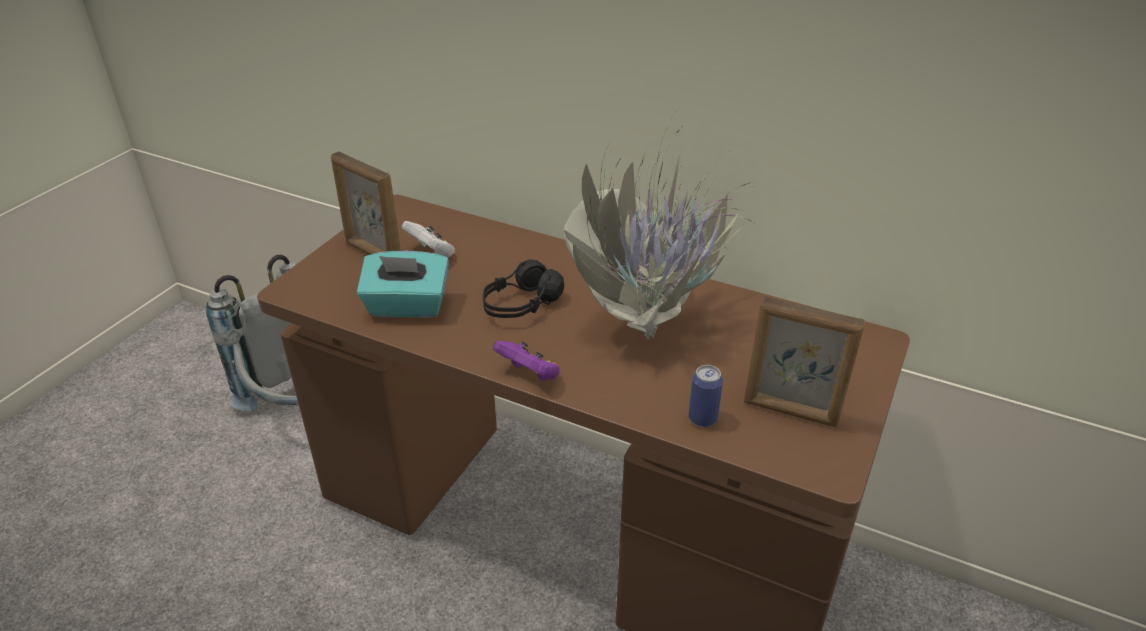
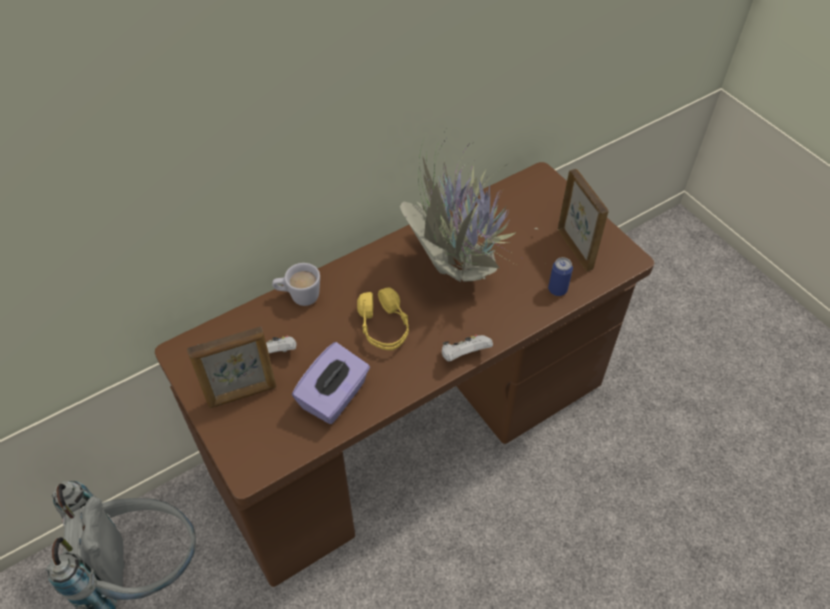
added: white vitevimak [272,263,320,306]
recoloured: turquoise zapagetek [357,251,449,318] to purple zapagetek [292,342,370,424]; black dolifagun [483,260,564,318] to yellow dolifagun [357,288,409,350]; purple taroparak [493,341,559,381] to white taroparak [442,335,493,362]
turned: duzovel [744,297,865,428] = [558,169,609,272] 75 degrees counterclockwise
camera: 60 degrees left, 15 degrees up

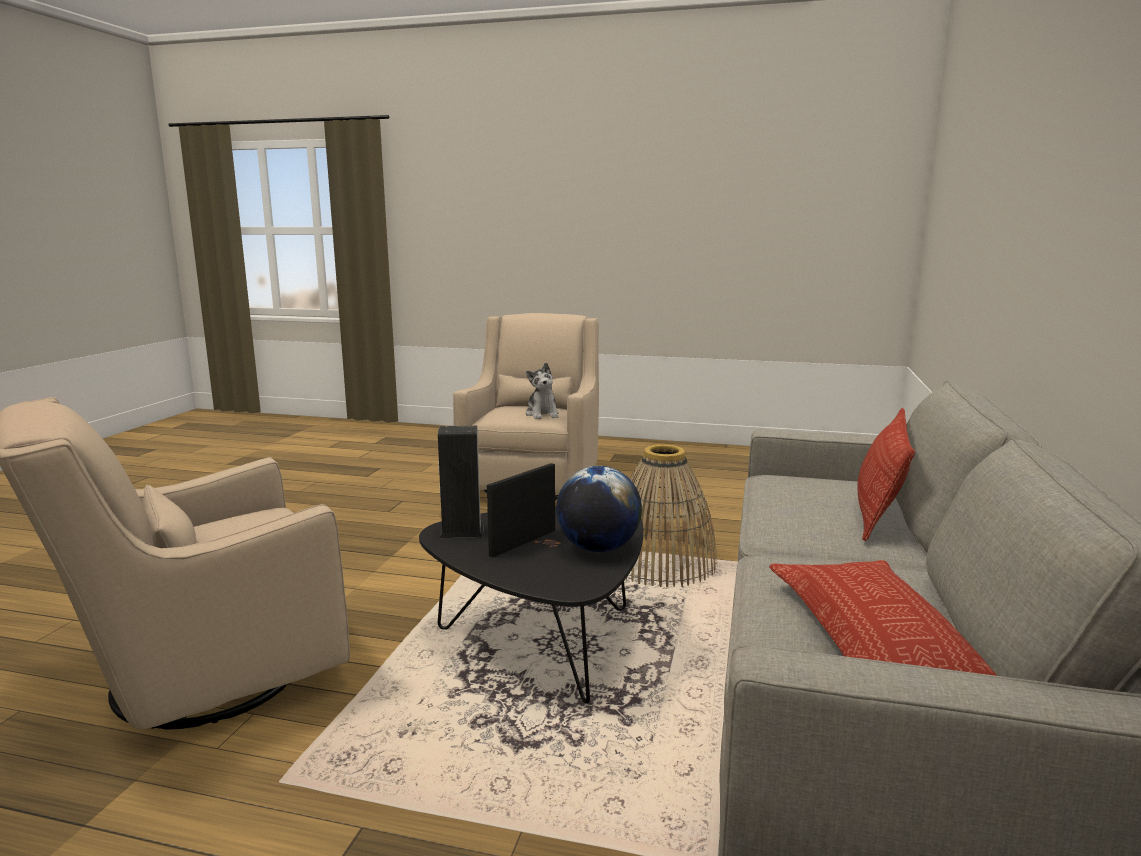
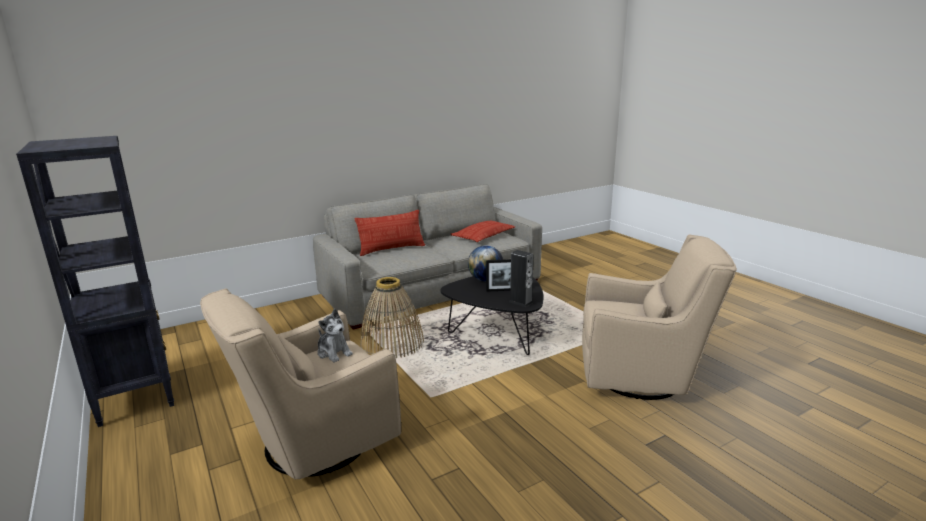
added: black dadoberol [16,136,174,427]
turned: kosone [526,363,559,419] = [318,309,353,363] 105 degrees clockwise
camera: 135 degrees left, 5 degrees up

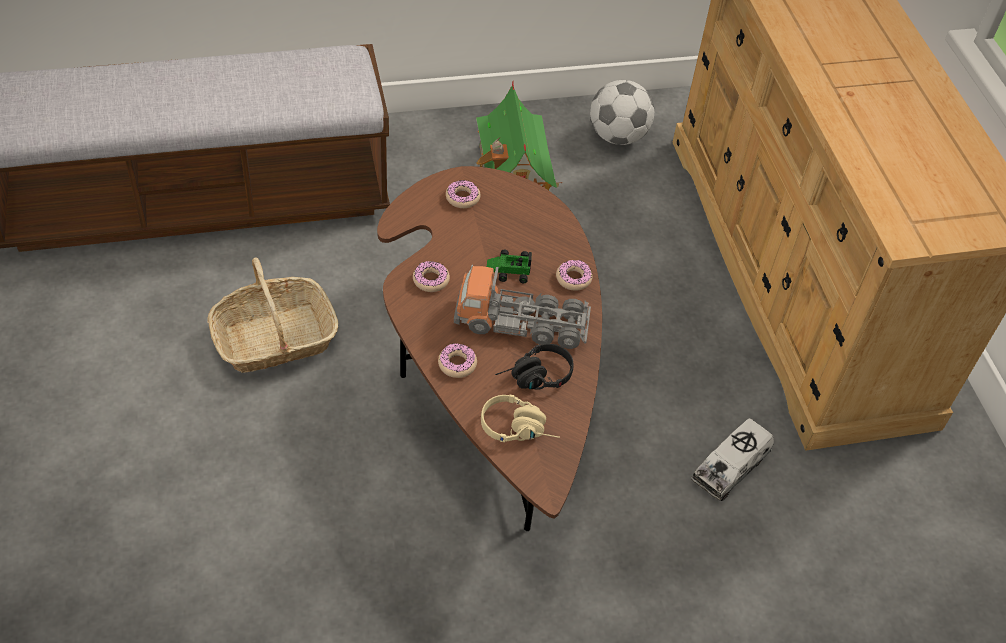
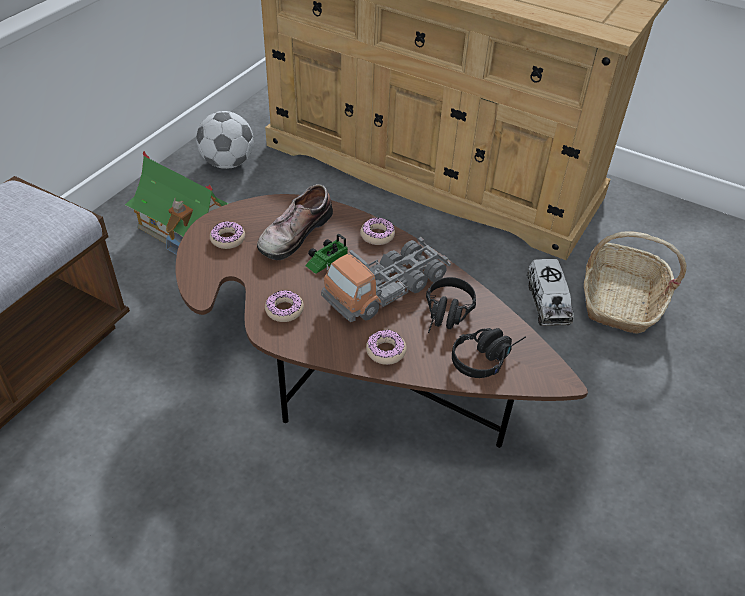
added: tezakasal [257,184,333,260]
moved: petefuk [207,258,338,373] to [584,231,687,333]
recoloured: beige dolifagun [481,395,560,442] to black dolifagun [452,328,526,378]
camera: 45 degrees left, 5 degrees down

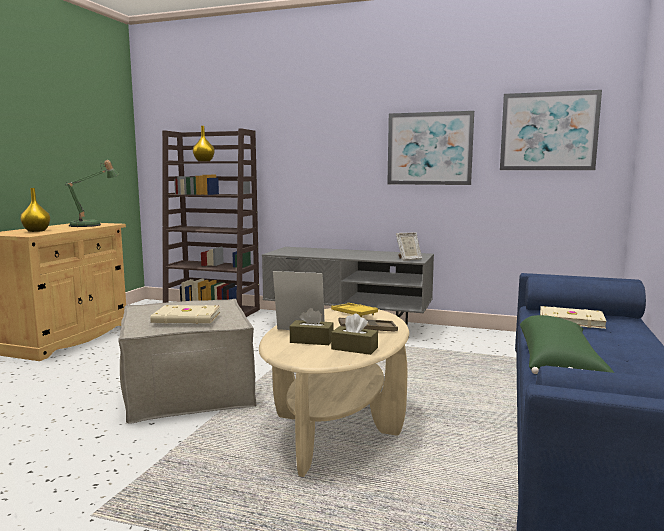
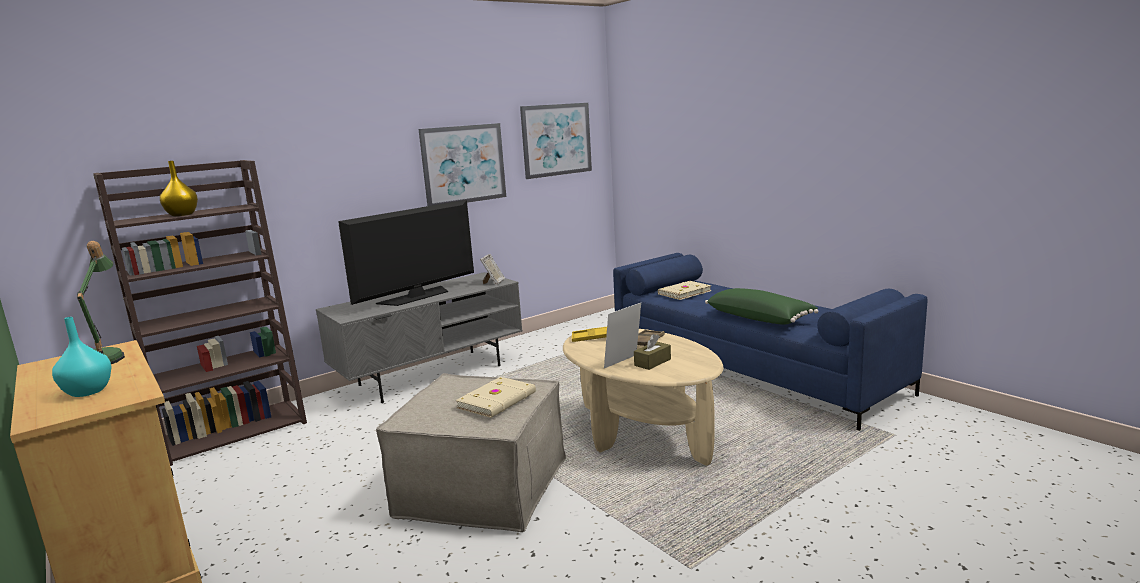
removed: brown zapagetek [331,313,378,355]
added: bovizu [338,200,474,306]
recoloured: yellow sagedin [20,188,50,232] to turquoise sagedin [52,317,112,397]
camera: 55 degrees left, 5 degrees up

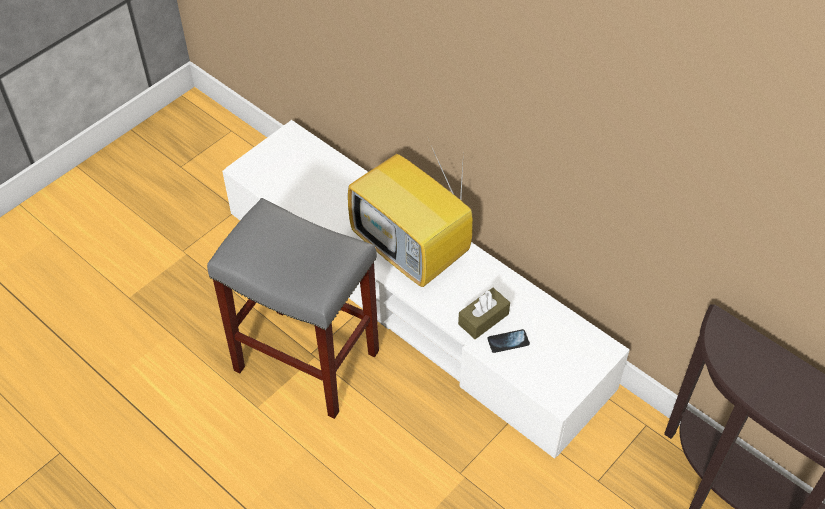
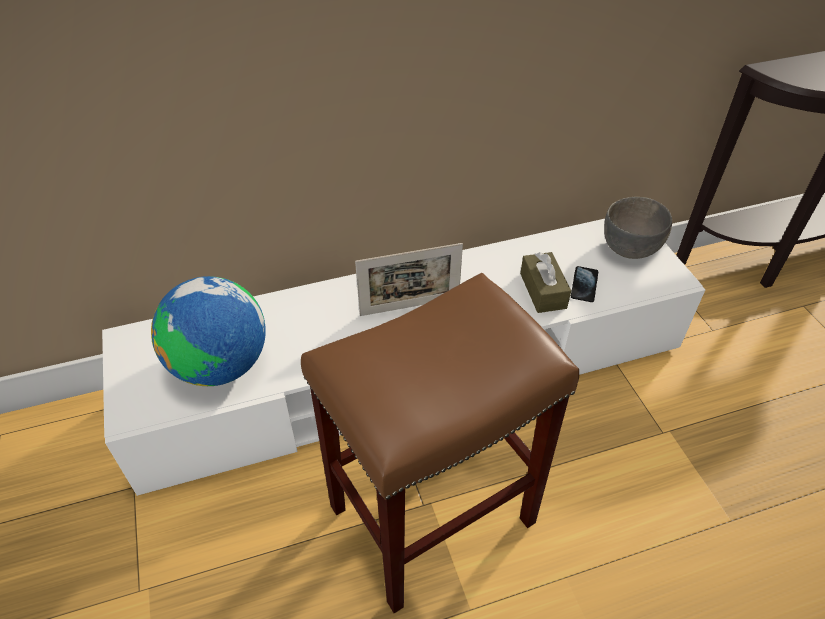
added: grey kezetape [604,197,672,259]; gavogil [151,276,266,386]
replaced: bovizu [348,137,473,287] to duzovel [355,243,463,316]
recoloured: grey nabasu [207,198,379,419] to brown nabasu [301,273,579,613]
camera: 60 degrees left, 5 degrees down

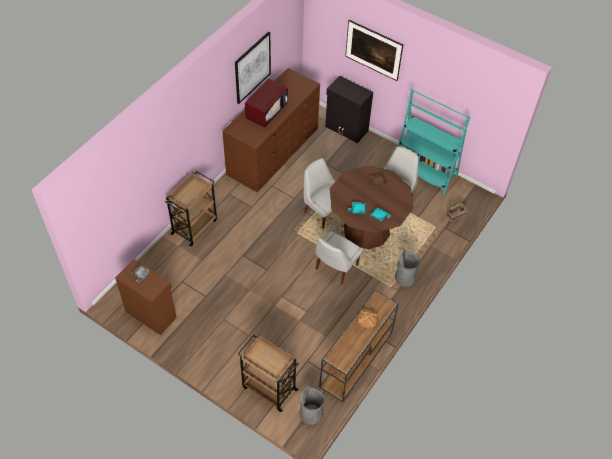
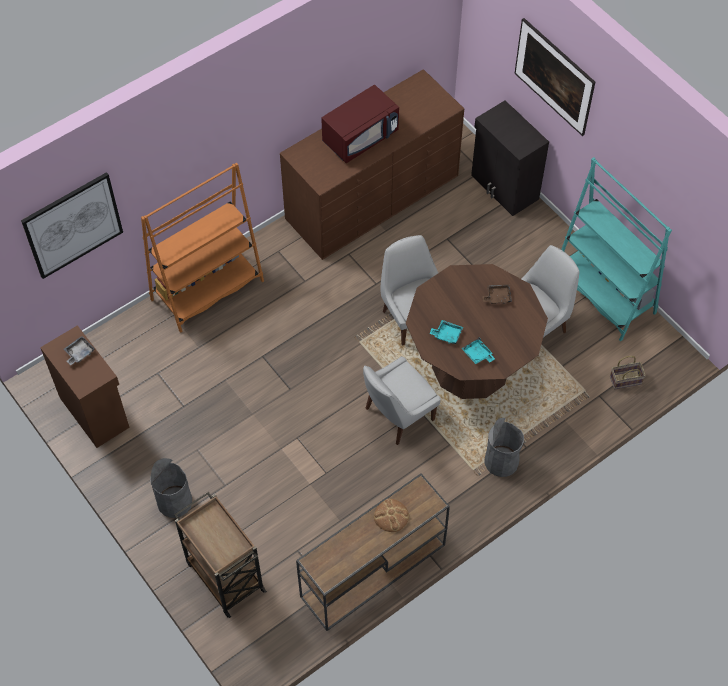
moved: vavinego [235,31,271,104] to [21,172,123,279]; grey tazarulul [300,385,324,425] to [150,458,192,518]
replaced: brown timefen [165,171,217,246] to orange dadoberol [141,163,264,333]
camera: 20 degrees right, 5 degrees up

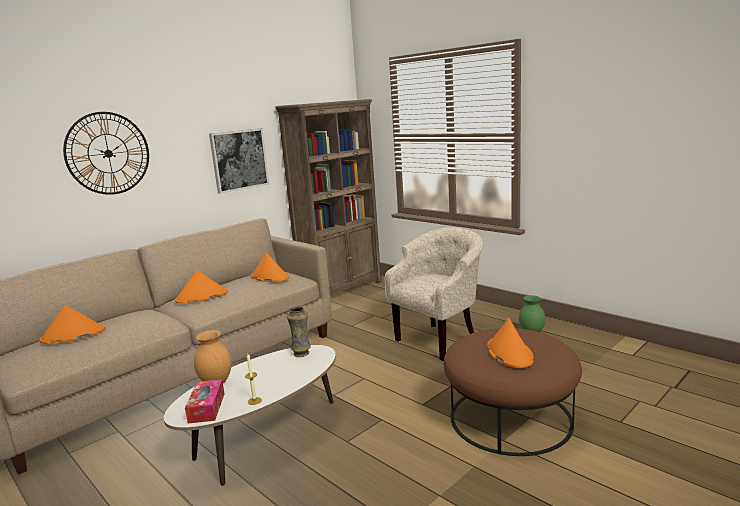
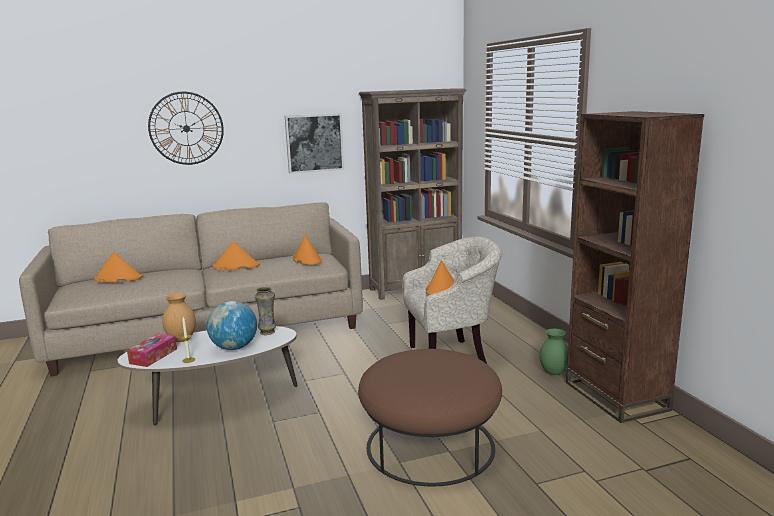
added: brown dadoberol [566,111,704,423]; gavogil [207,301,257,350]
moved: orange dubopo [487,318,534,368] to [426,260,455,295]
camera: 25 degrees right, 0 degrees up

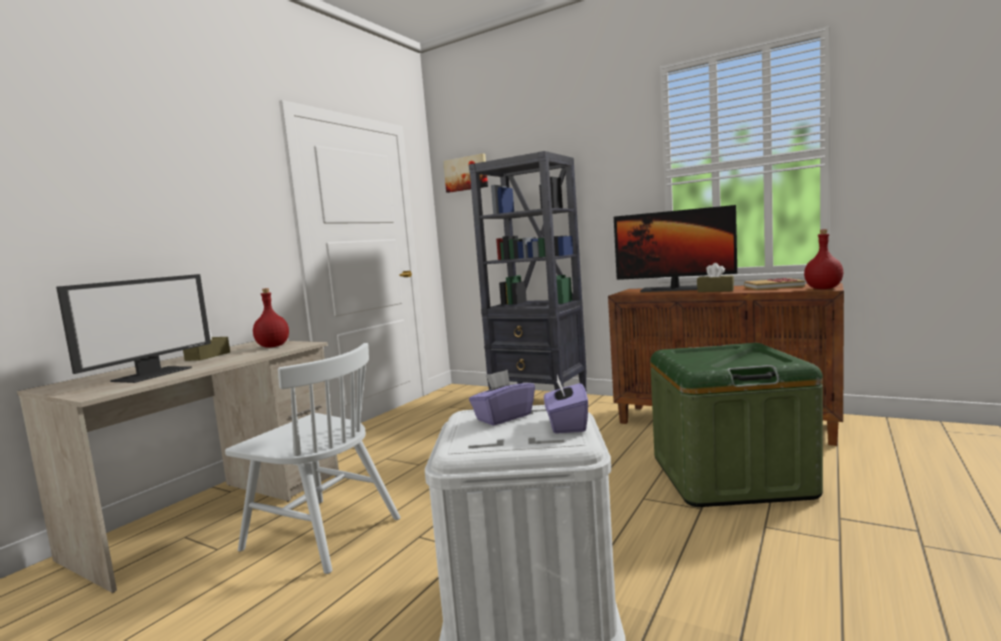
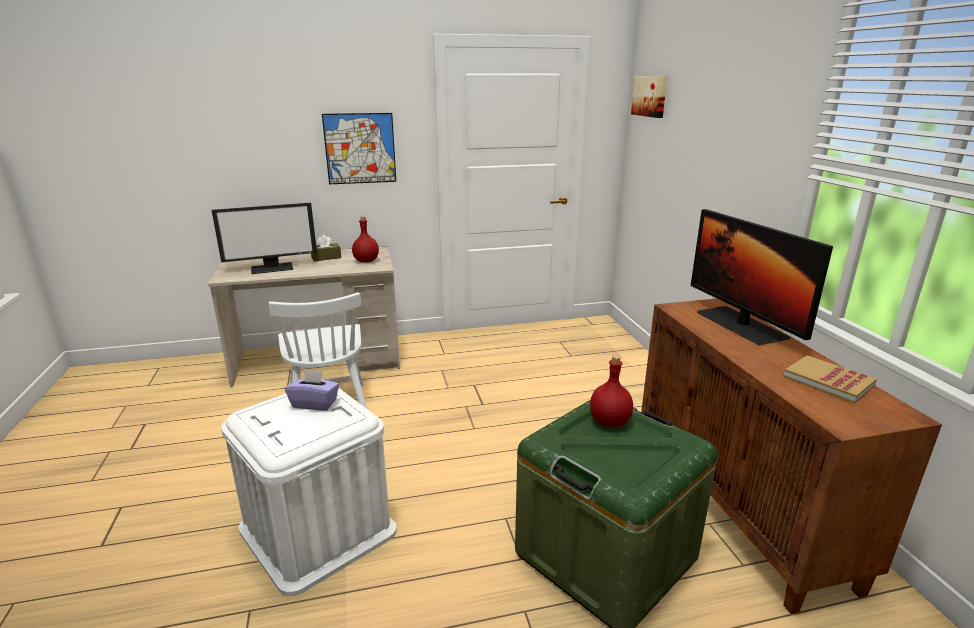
removed: black dadoberol [469,151,587,391]; brown zapagetek [697,263,734,292]; purple zapagetek [544,375,588,434]
added: vavinego [322,113,396,184]
moved: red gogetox [804,229,843,289] to [590,355,633,427]
camera: 45 degrees right, 15 degrees up

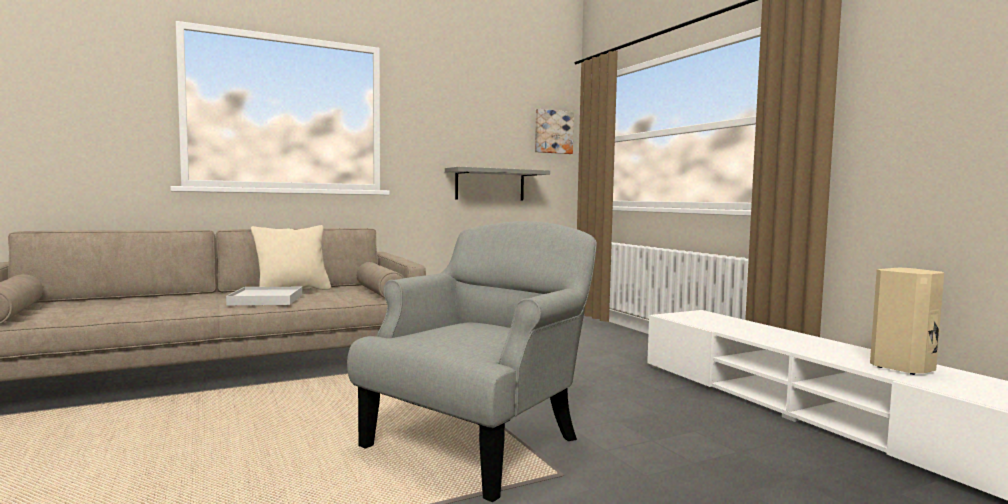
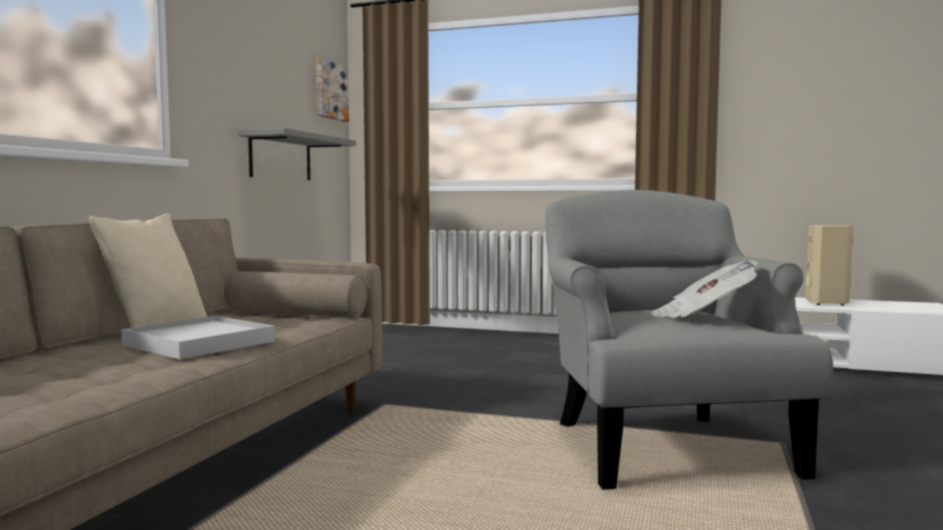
added: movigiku [651,261,759,318]
camera: 45 degrees left, 0 degrees up

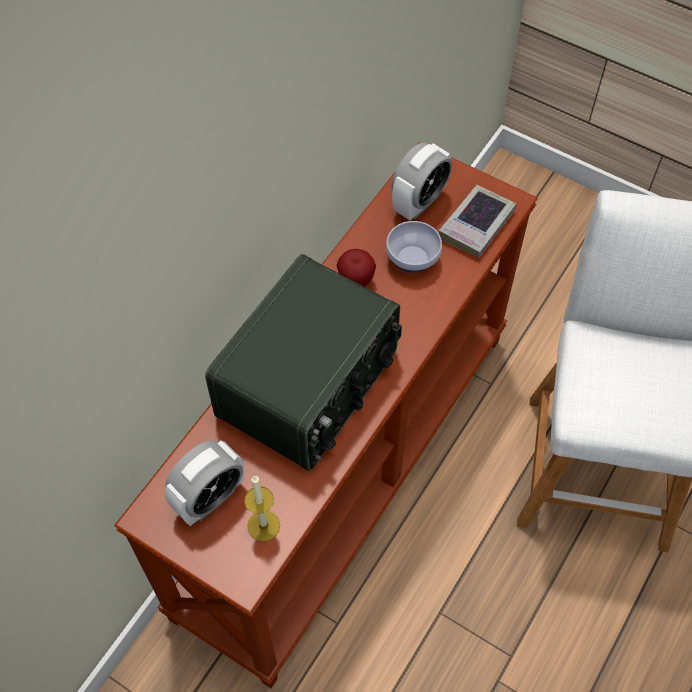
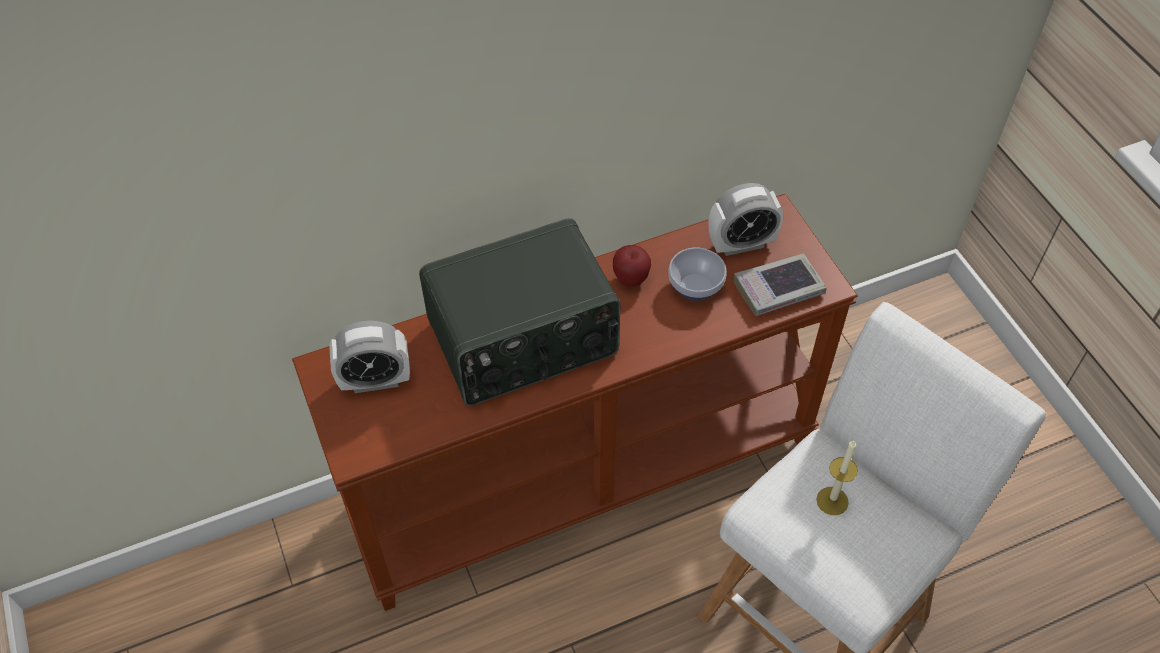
moved: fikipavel [244,475,280,542] to [816,441,858,515]
camera: 35 degrees right, 5 degrees down

